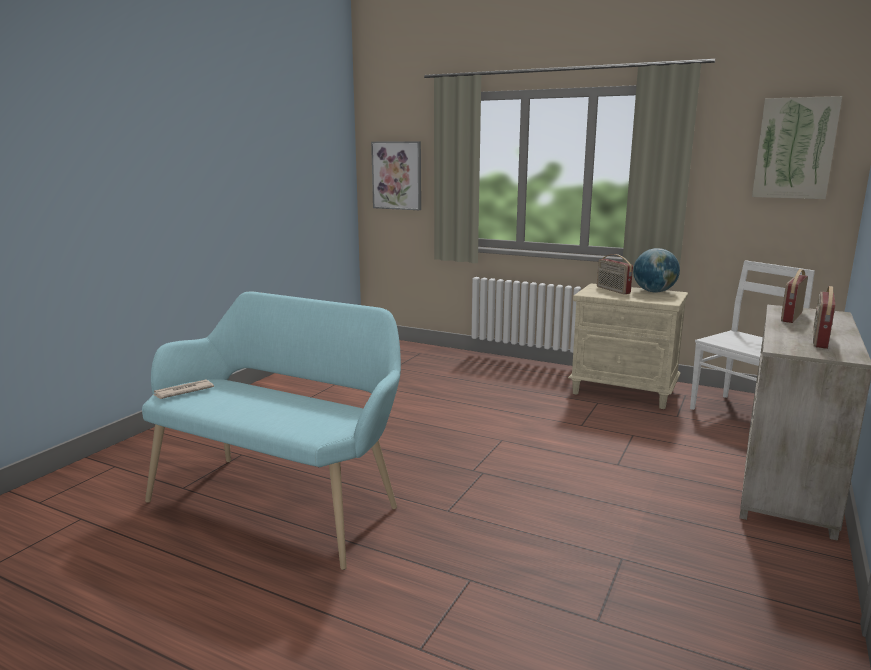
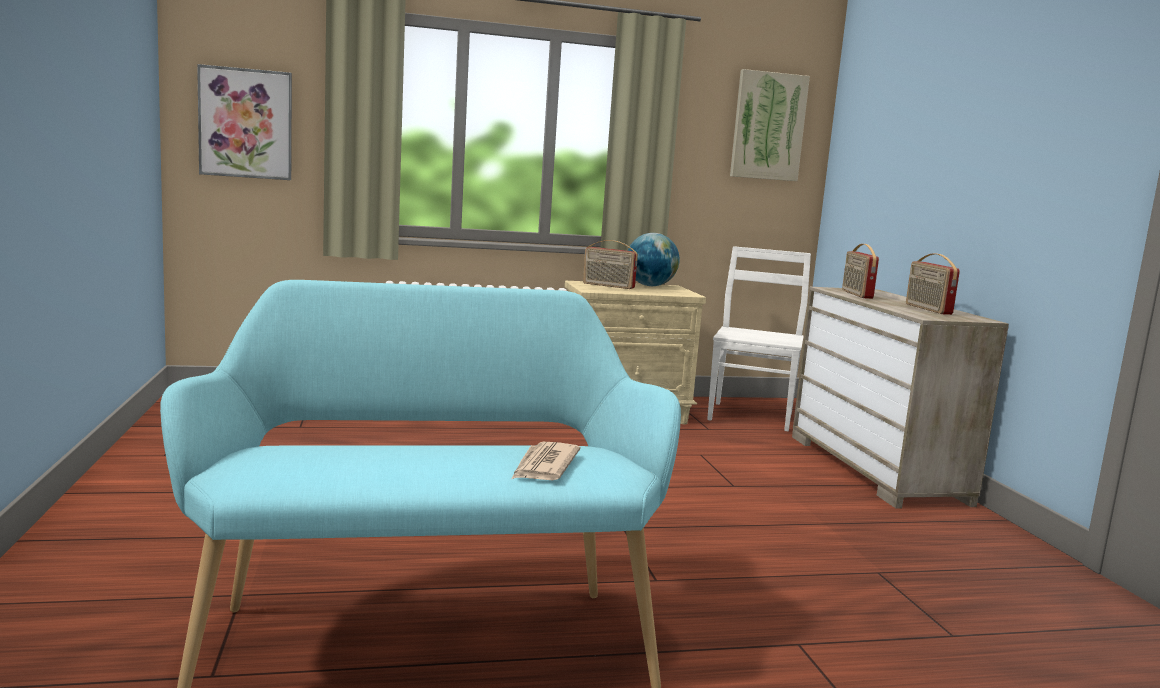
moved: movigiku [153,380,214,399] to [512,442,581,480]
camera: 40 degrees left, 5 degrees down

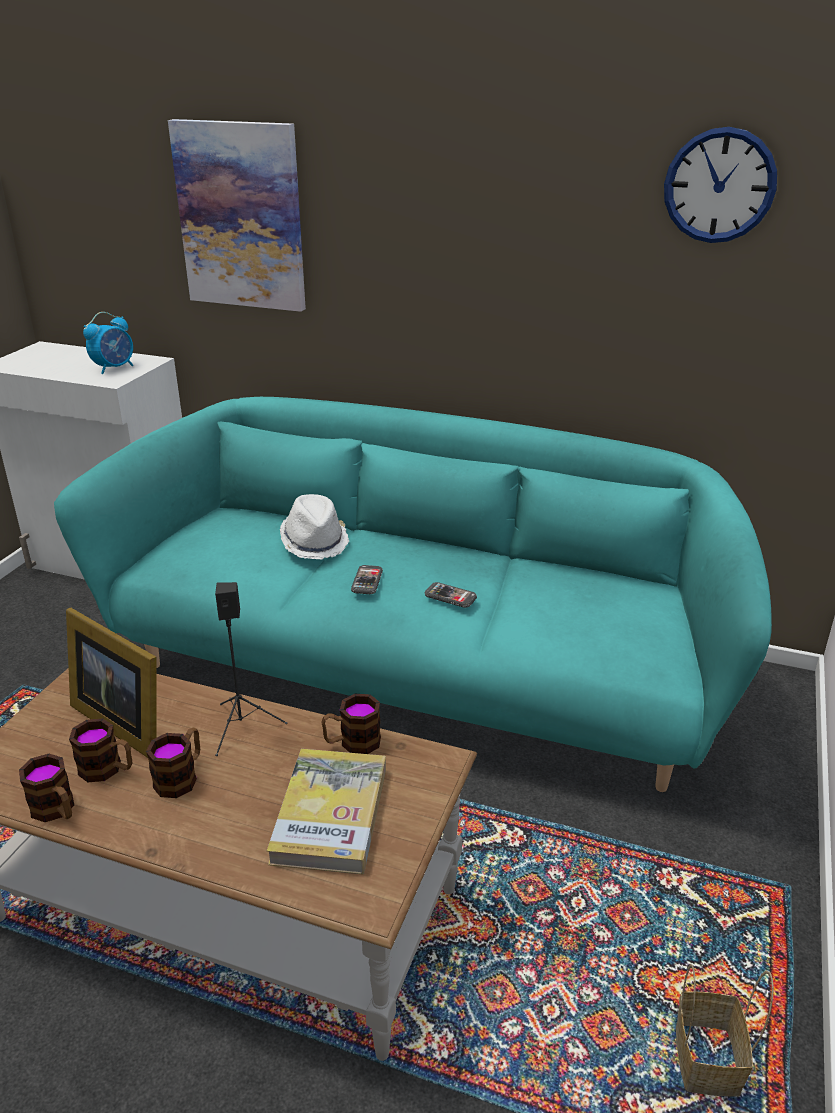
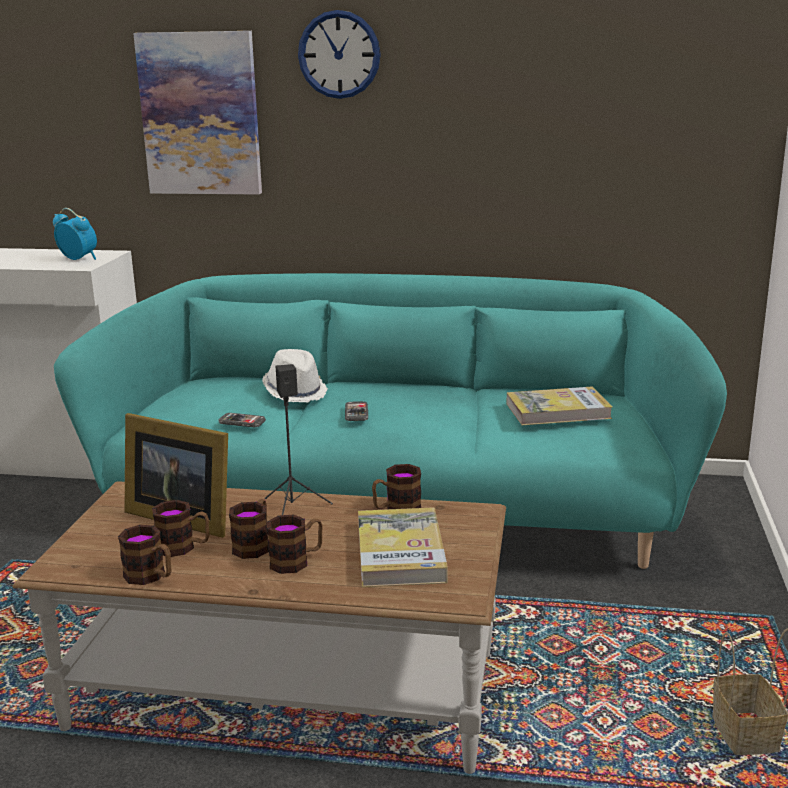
added: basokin [507,387,612,425]; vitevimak [267,515,323,574]
moved: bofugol [664,127,777,243] to [298,10,381,99]; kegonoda [425,582,477,608] to [218,413,266,428]
turned: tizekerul [83,312,133,374] = [53,208,97,260] 90 degrees counterclockwise
camera: 10 degrees left, 10 degrees down

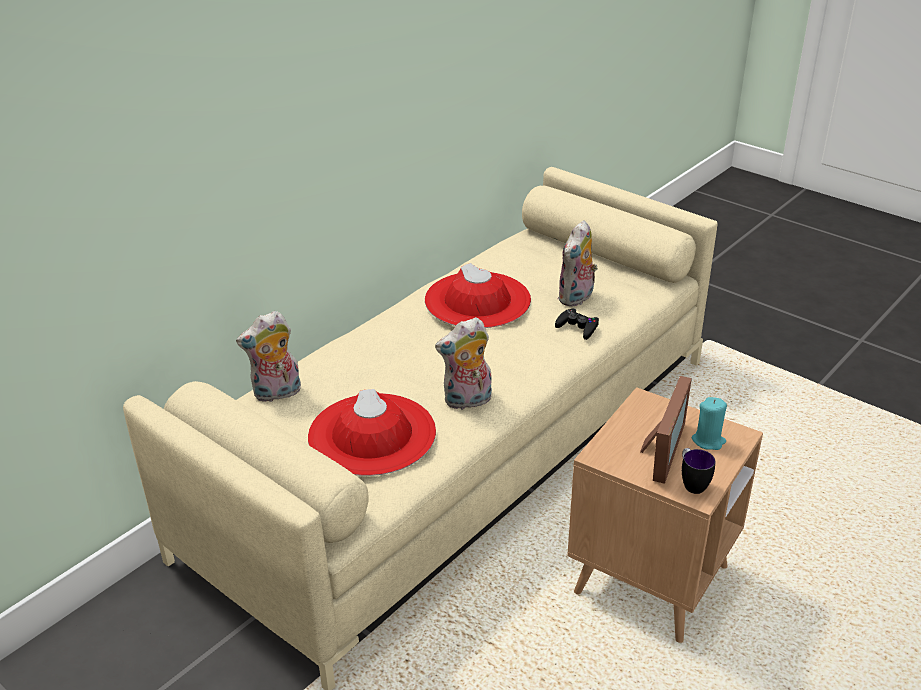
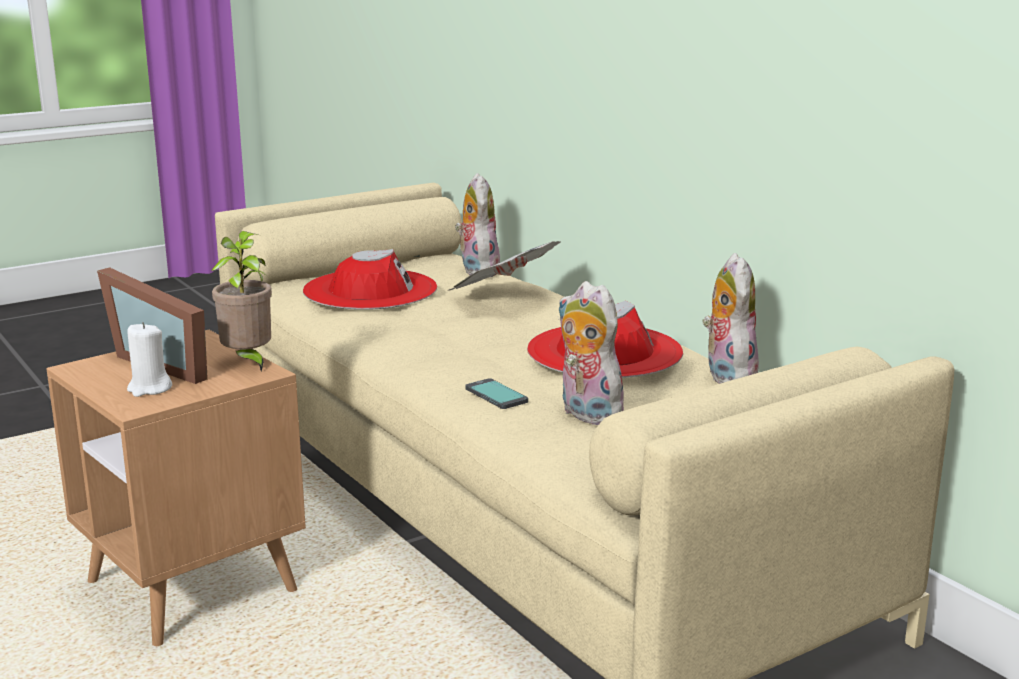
removed: vitevimak [682,448,716,494]
added: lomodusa [211,231,272,371]; movigiku [447,241,561,291]
moved: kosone [435,317,492,410] to [703,253,759,384]
replaced: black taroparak [555,308,599,340] to kegonoda [465,378,528,409]
recoloured: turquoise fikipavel [692,397,727,450] to white fikipavel [127,322,172,397]
camera: 105 degrees right, 15 degrees down

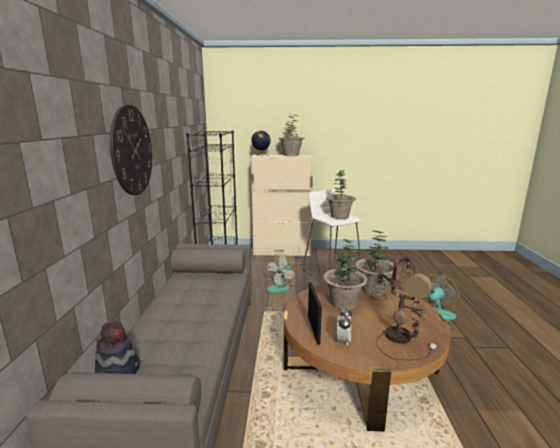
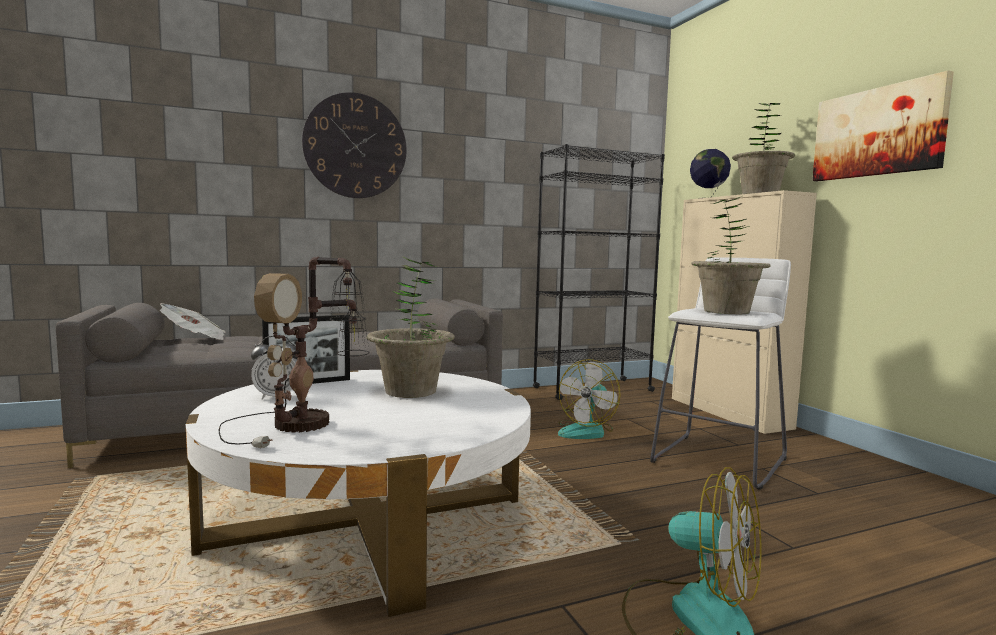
removed: lomodusa [355,230,394,296]
added: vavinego [812,70,954,181]
replaced: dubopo [95,321,139,374] to movigiku [160,303,226,340]
recoloured: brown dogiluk [284,283,451,431] to white dogiluk [186,370,531,617]
turned: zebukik [266,254,296,293] = [558,359,621,439] 60 degrees counterclockwise
camera: 65 degrees right, 10 degrees down

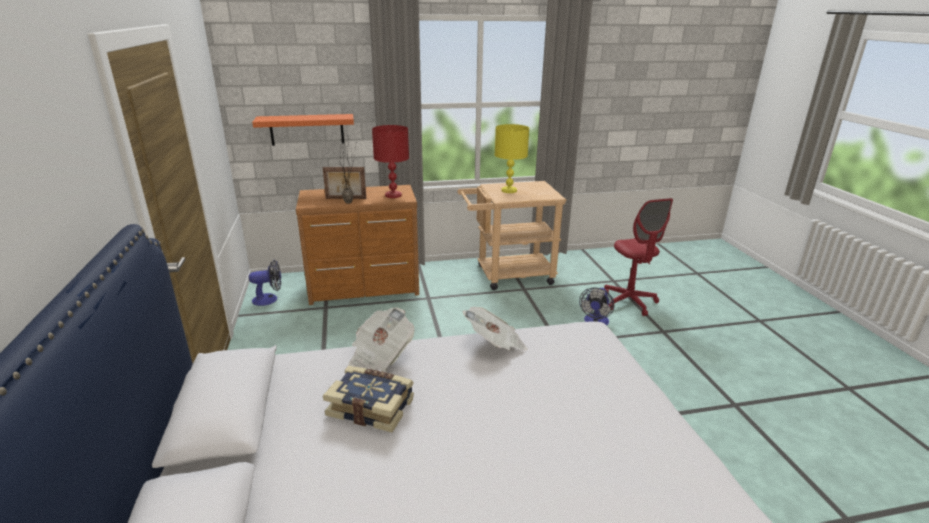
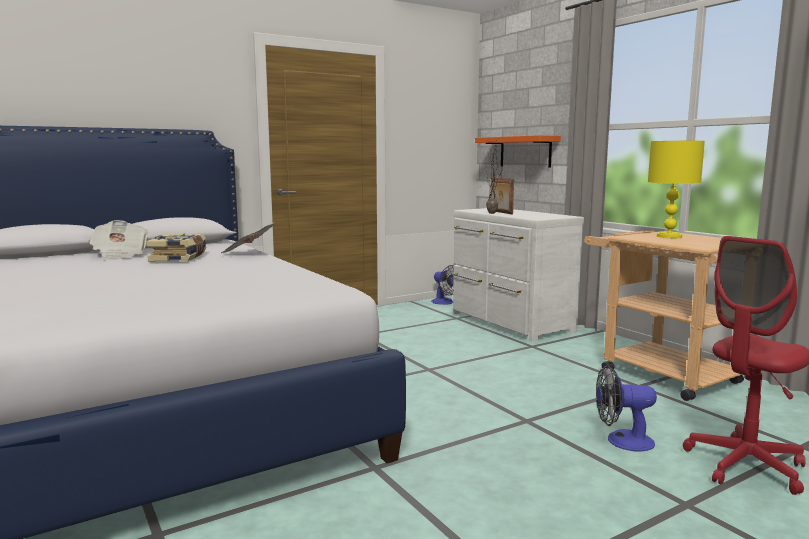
removed: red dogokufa [372,125,409,198]
moved: movigiku [463,307,528,350] to [88,220,148,260]
recoloured: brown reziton [296,185,419,305] to white reziton [453,208,584,342]
camera: 70 degrees right, 15 degrees down

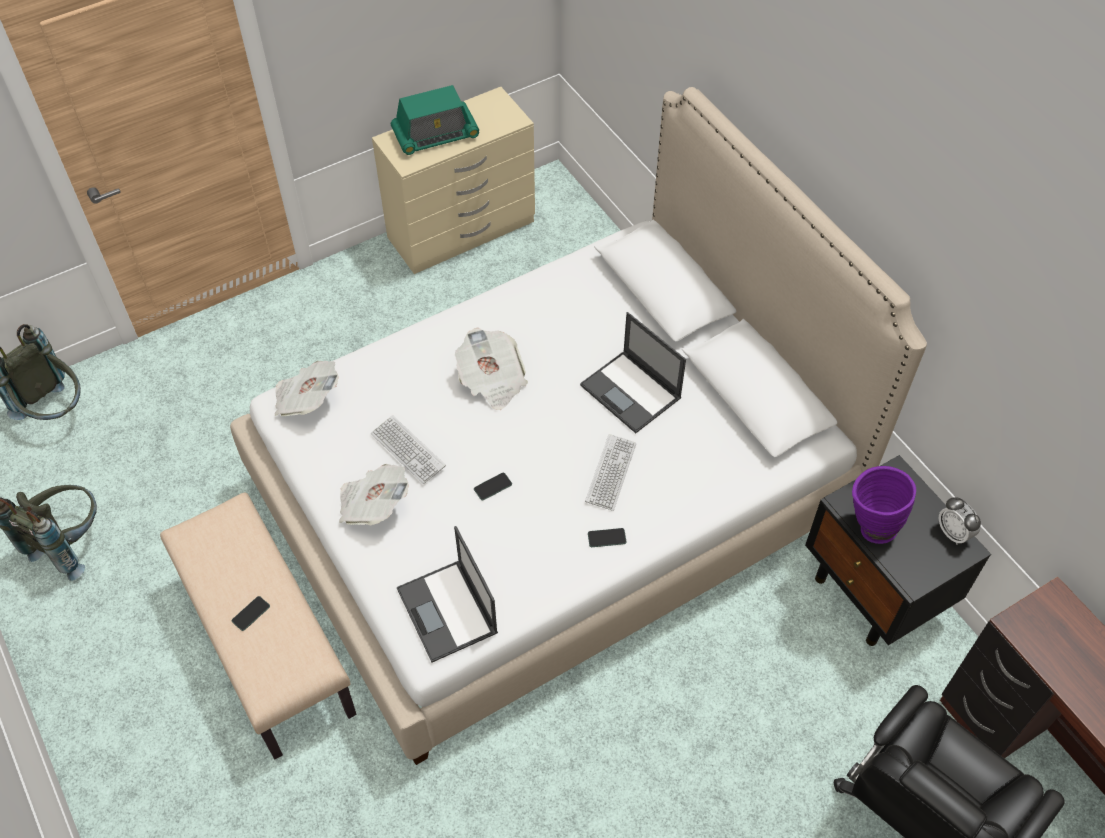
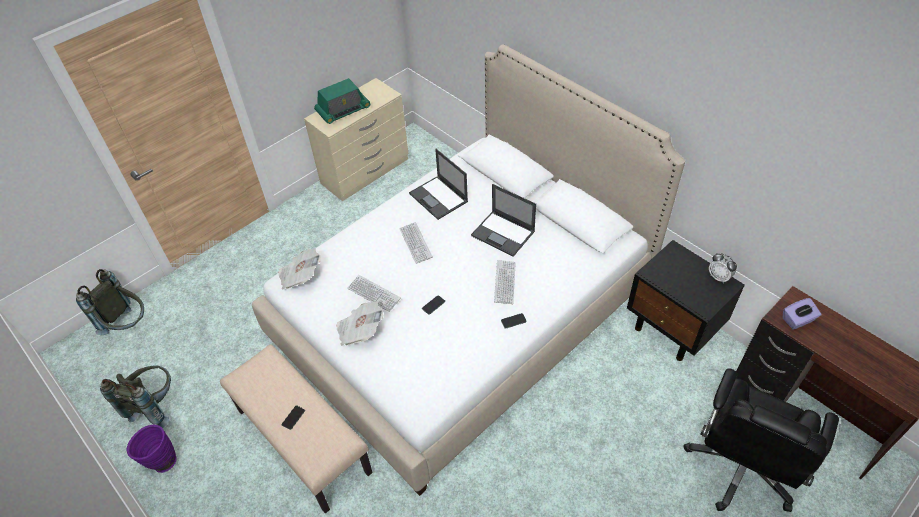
added: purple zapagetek [783,298,821,330]
moved: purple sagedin [852,466,916,544] to [126,425,177,473]; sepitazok [397,526,498,662] to [409,149,468,220]
replaced: movigiku [455,328,528,410] to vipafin [399,222,433,264]
camera: 10 degrees left, 5 degrees down

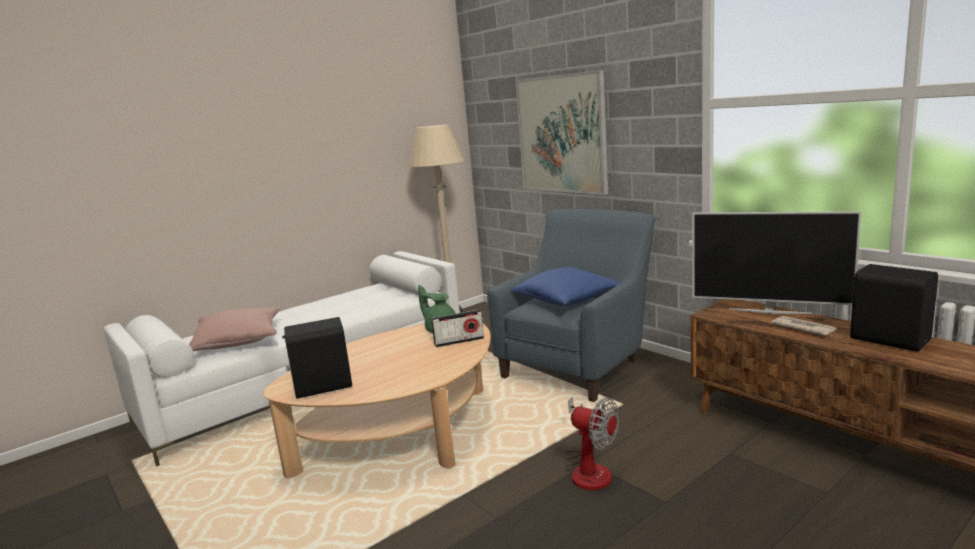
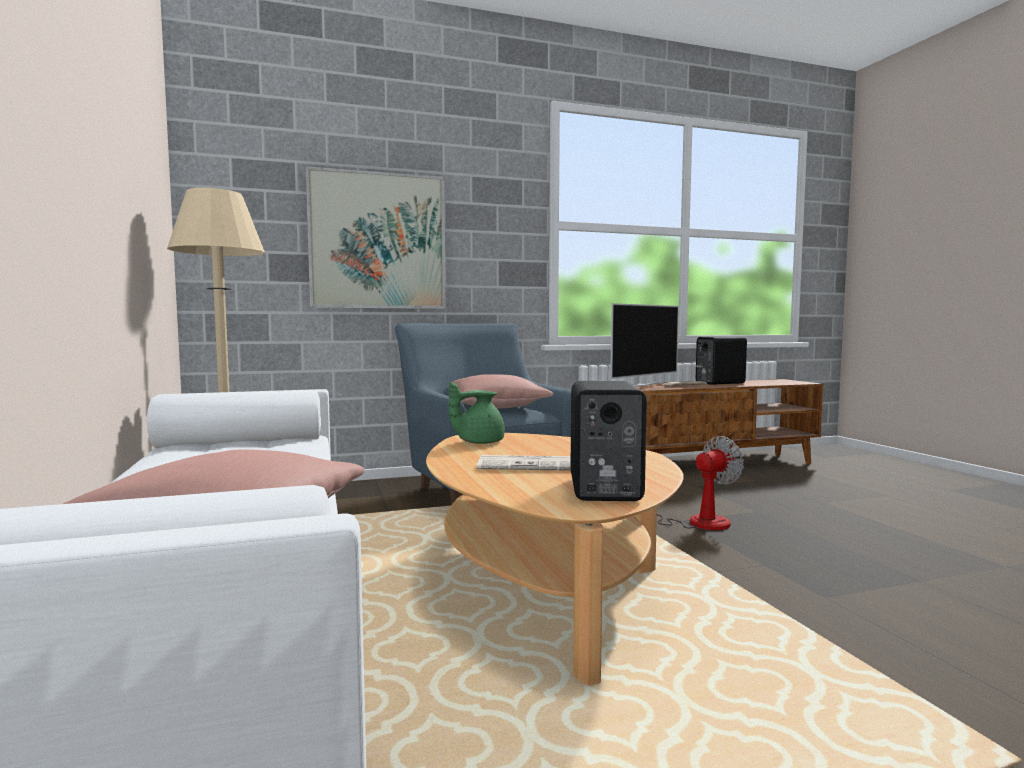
removed: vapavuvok [431,310,484,347]
added: movigiku [477,455,571,471]
recoloured: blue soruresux [511,267,621,306] to pink soruresux [452,374,553,409]
camera: 70 degrees left, 10 degrees down

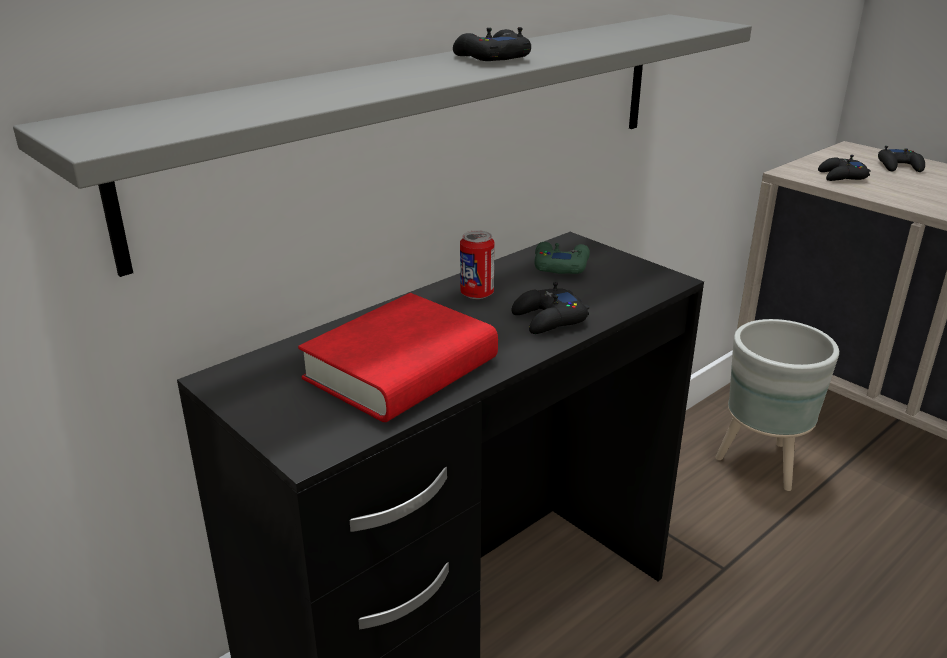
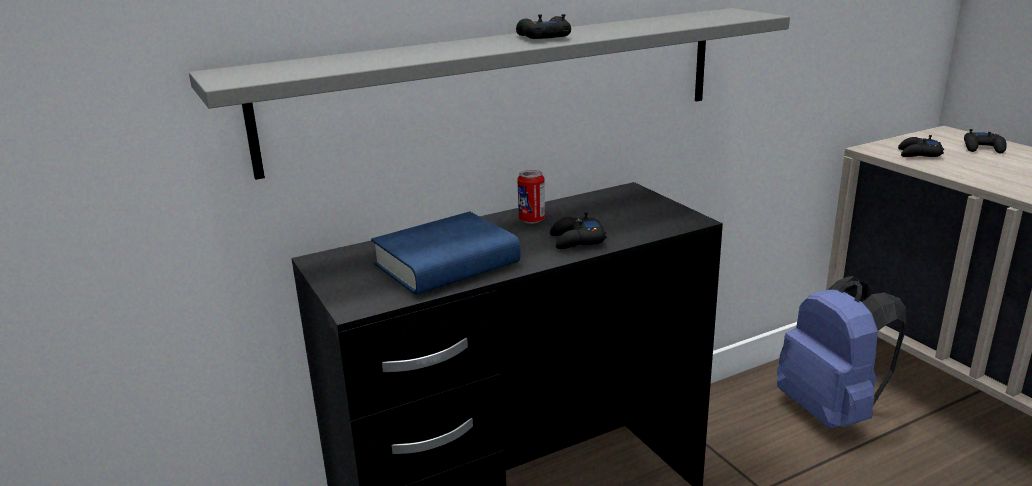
removed: green taroparak [534,242,590,274]
replaced: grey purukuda [715,319,839,491] to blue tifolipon [777,276,907,429]
recoloured: red basokin [298,293,498,422] to blue basokin [371,212,521,295]
camera: 15 degrees right, 5 degrees down

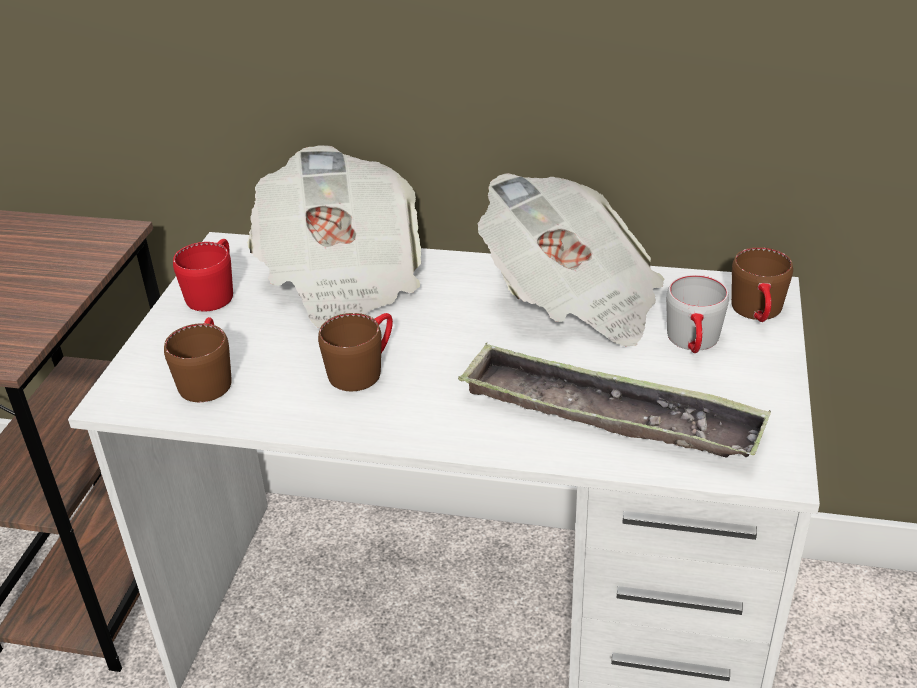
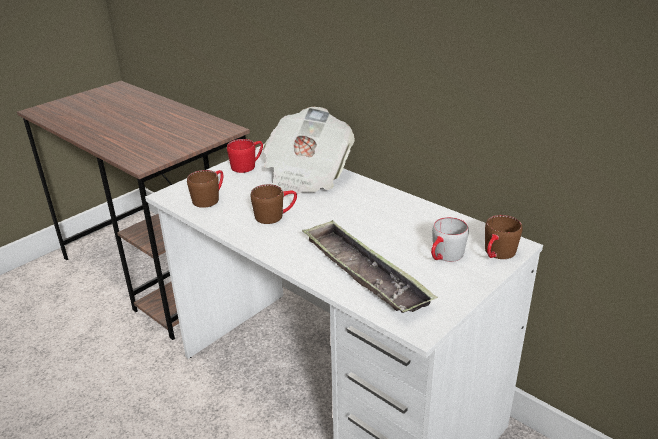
removed: movigiku [477,173,664,346]
camera: 30 degrees right, 5 degrees down

